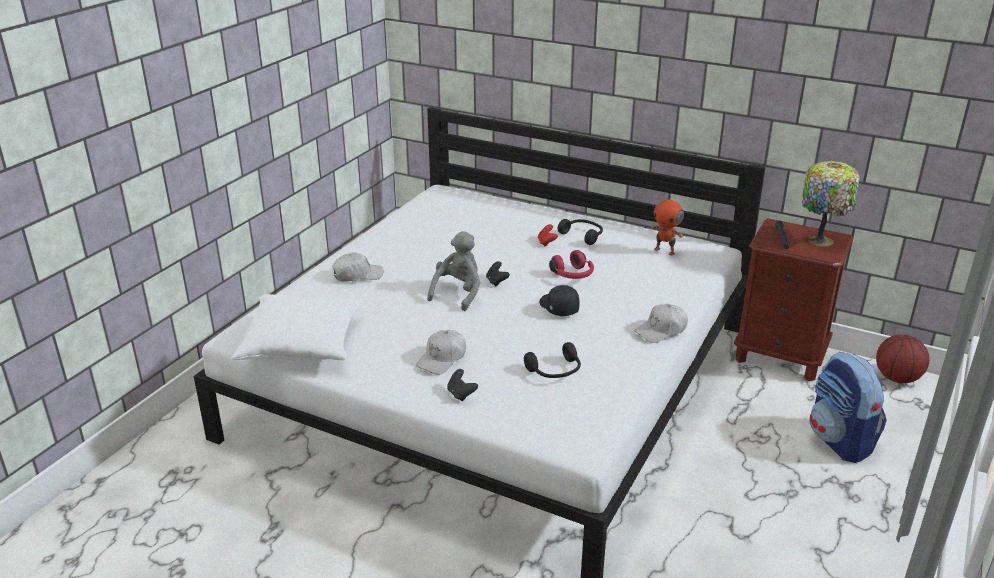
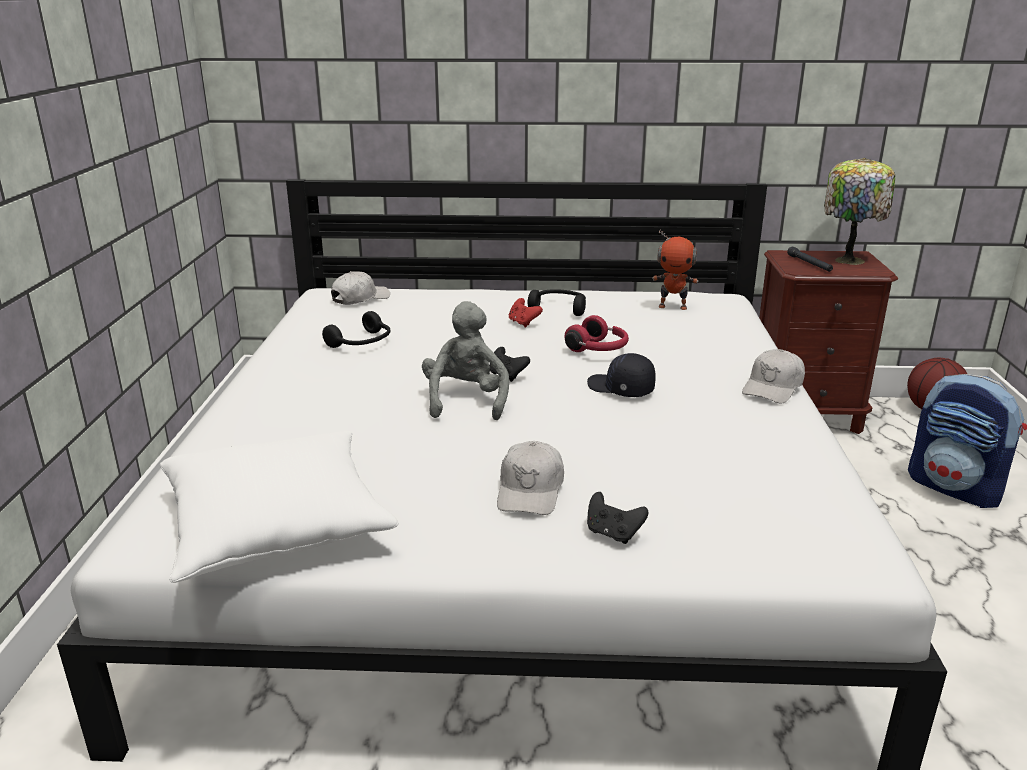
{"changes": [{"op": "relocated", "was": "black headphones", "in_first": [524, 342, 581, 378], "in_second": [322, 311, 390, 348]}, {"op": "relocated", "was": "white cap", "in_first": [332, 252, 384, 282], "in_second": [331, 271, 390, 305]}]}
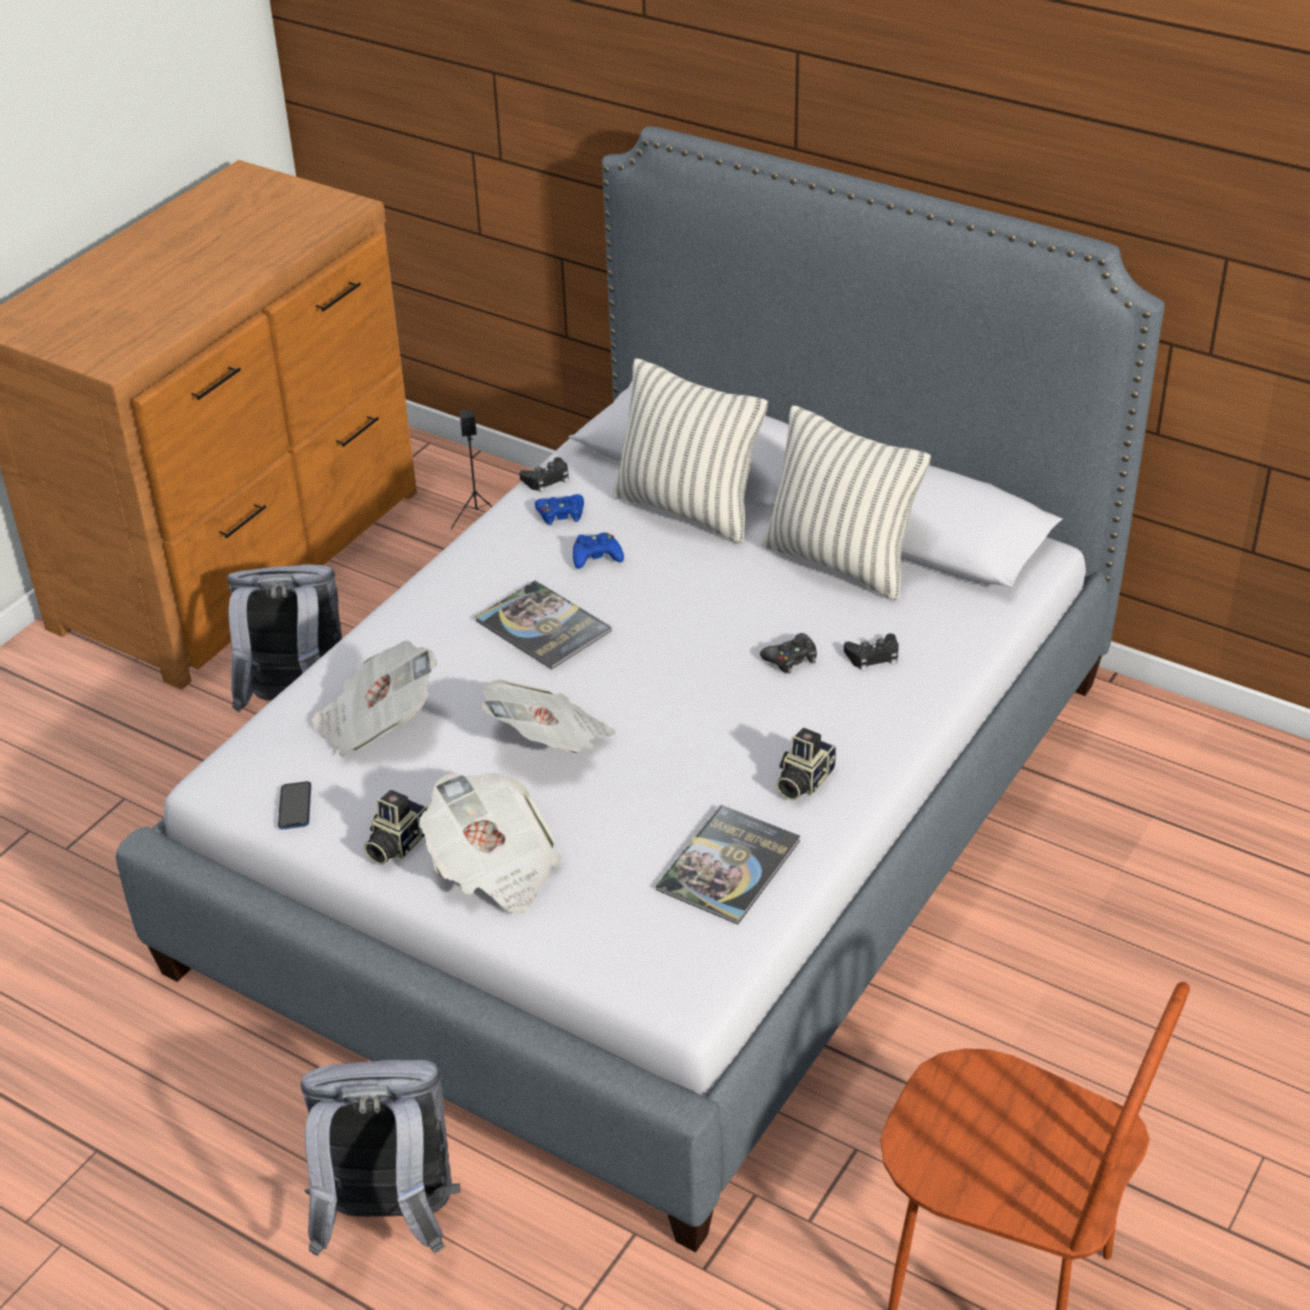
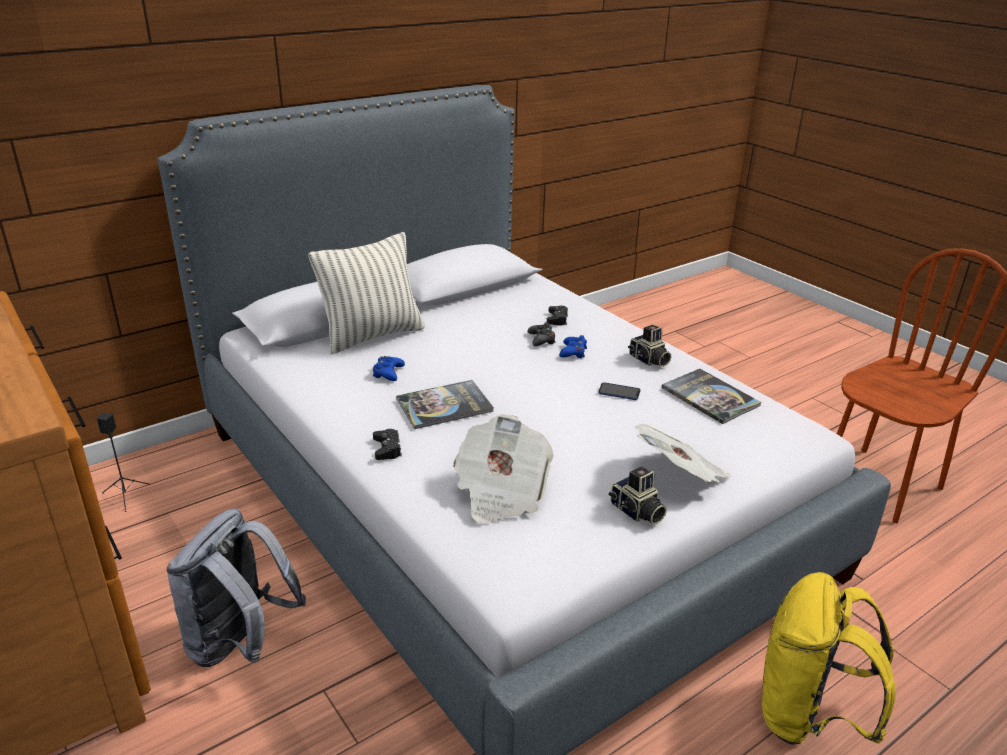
{"changes": [{"op": "relocated", "was": "black game controller", "in_first": [519, 457, 569, 492], "in_second": [373, 429, 402, 460]}, {"op": "relocated", "was": "blue game controller", "in_first": [535, 494, 584, 525], "in_second": [559, 335, 587, 358]}, {"op": "relocated", "was": "phone", "in_first": [278, 781, 311, 830], "in_second": [598, 382, 640, 400]}, {"op": "colour", "was": "grey backpack", "now": "yellow backpack", "in_first": [301, 1060, 460, 1257], "in_second": [762, 572, 896, 745]}, {"op": "missing", "was": "newspaper", "in_first": [480, 680, 615, 753]}, {"op": "missing", "was": "pillow", "in_first": [762, 405, 931, 601]}]}
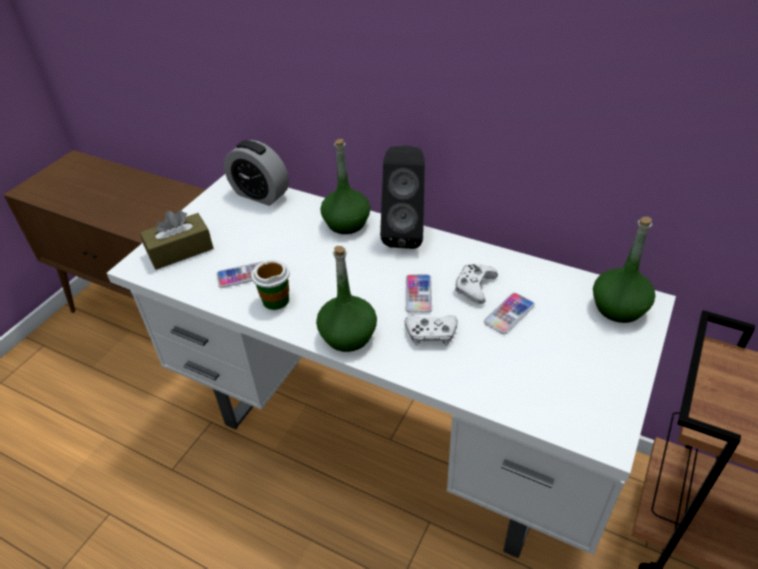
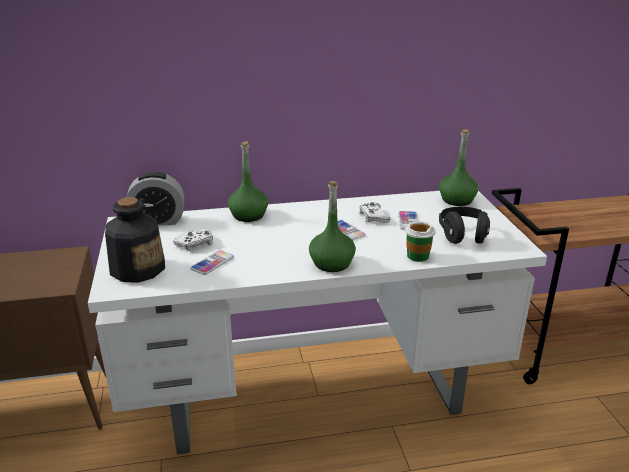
{"changes": [{"op": "exchanged", "was": "brown tissue box", "now": "bottle", "in_first": [140, 210, 214, 270], "in_second": [105, 197, 165, 283]}, {"op": "relocated", "was": "white game controller", "in_first": [405, 315, 458, 346], "in_second": [173, 229, 213, 251]}, {"op": "relocated", "was": "cup", "in_first": [251, 260, 290, 310], "in_second": [405, 221, 436, 262]}, {"op": "appeared", "now": "black headphones", "in_second": [439, 207, 490, 244]}, {"op": "missing", "was": "black speaker", "in_first": [380, 146, 425, 249]}]}
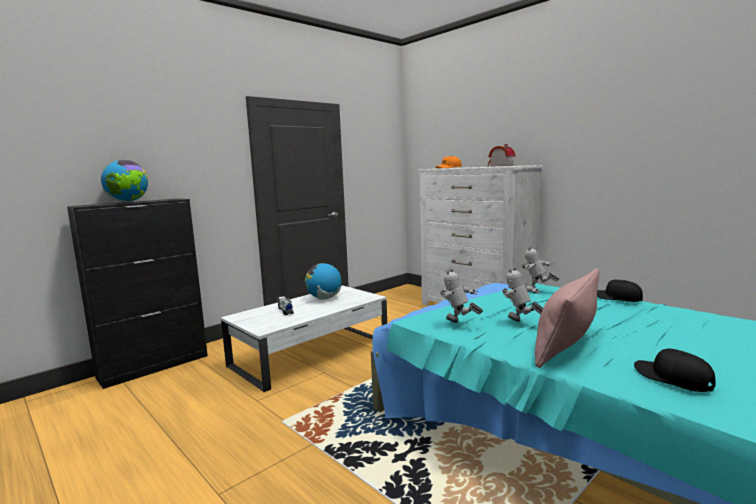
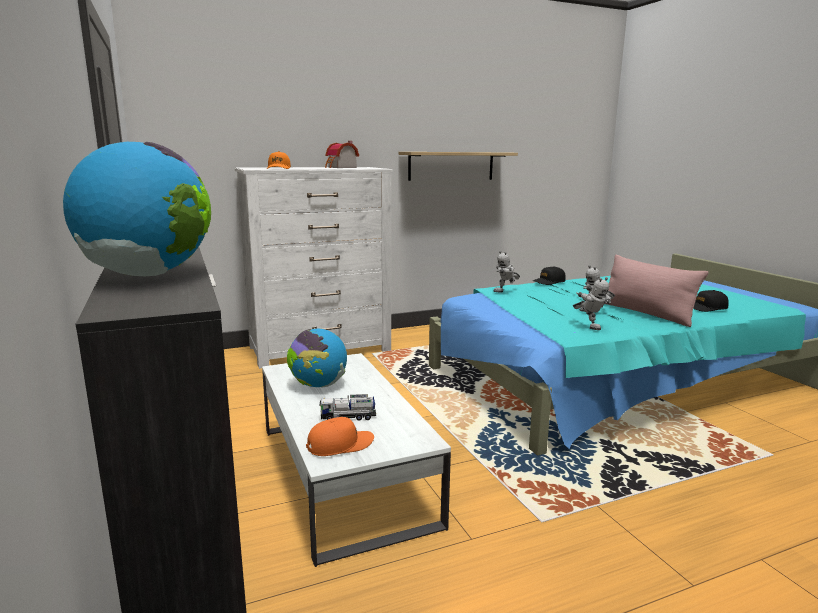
{"changes": [{"op": "appeared", "now": "orange cap", "in_second": [306, 417, 374, 456]}, {"op": "appeared", "now": "shelf", "in_second": [399, 152, 518, 181]}, {"op": "spun", "was": "toy robot", "in_first": [440, 269, 483, 323], "in_second": [573, 277, 611, 330], "clockwise": -90}]}
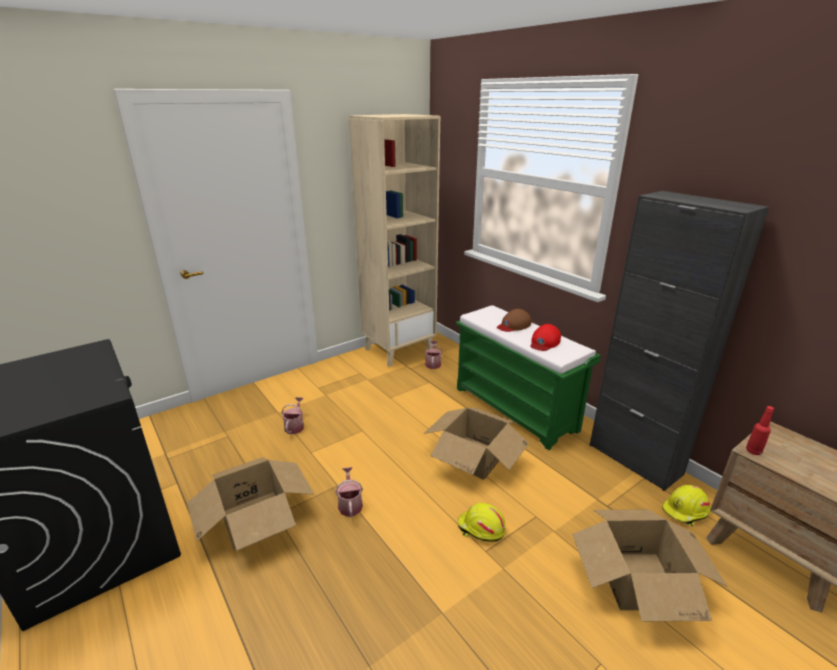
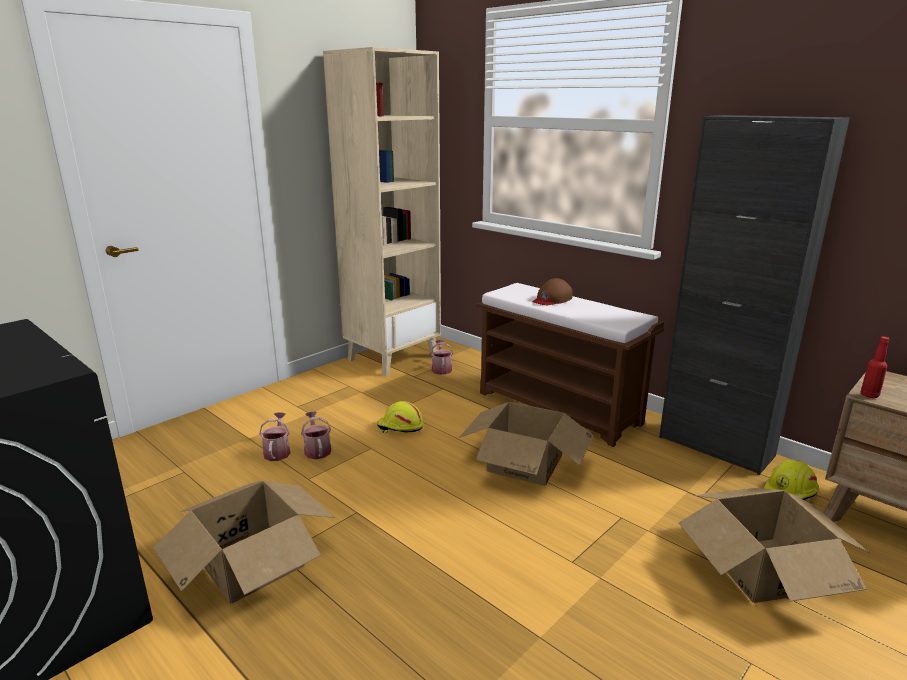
{"changes": [{"op": "relocated", "was": "watering can", "in_first": [335, 467, 363, 517], "in_second": [301, 411, 331, 459]}, {"op": "relocated", "was": "yellow hard hat", "in_first": [458, 503, 506, 542], "in_second": [377, 401, 423, 433]}, {"op": "colour", "was": "green bench", "now": "brown bench", "in_first": [456, 305, 601, 450], "in_second": [476, 283, 664, 447]}, {"op": "missing", "was": "red cap", "in_first": [530, 324, 561, 351]}]}
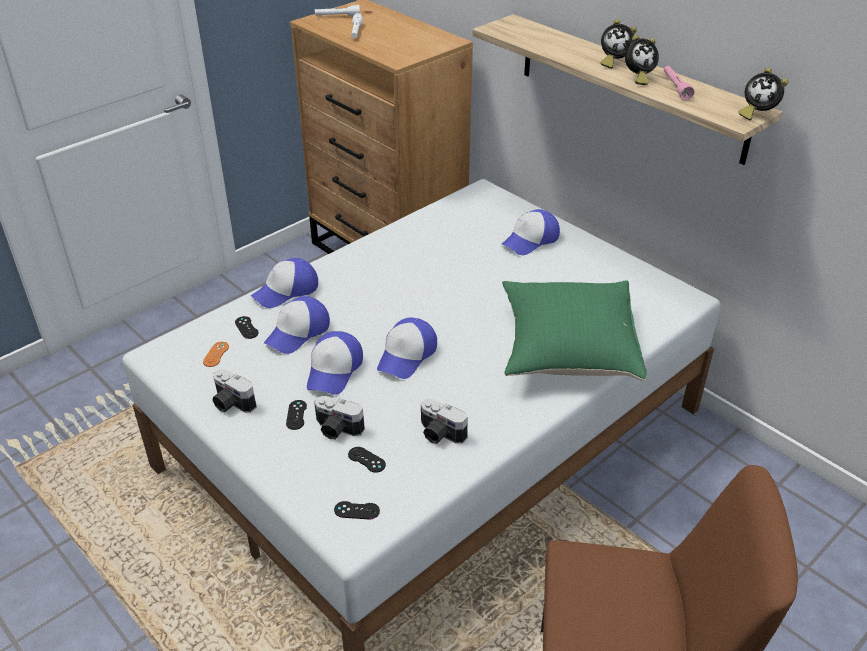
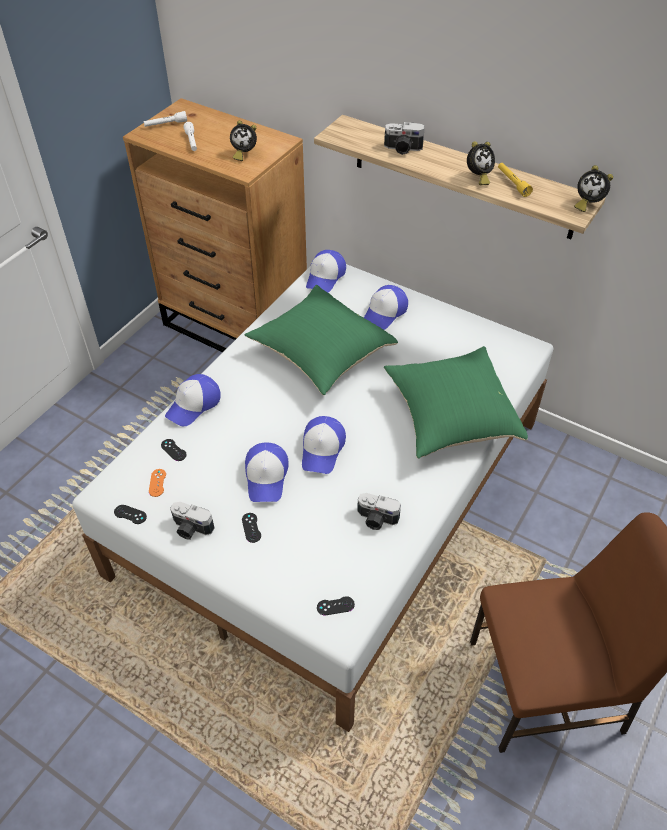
{"changes": [{"op": "relocated", "was": "black game controller", "in_first": [348, 447, 386, 473], "in_second": [114, 505, 147, 524]}, {"op": "relocated", "was": "alarm clock", "in_first": [600, 19, 637, 69], "in_second": [230, 120, 257, 161]}, {"op": "appeared", "now": "green pillow", "in_second": [245, 285, 398, 395]}, {"op": "relocated", "was": "cap", "in_first": [264, 296, 330, 354], "in_second": [306, 250, 346, 292]}, {"op": "relocated", "was": "photo camera", "in_first": [314, 396, 365, 439], "in_second": [384, 122, 425, 155]}, {"op": "colour", "was": "pink flashlight", "now": "yellow flashlight", "in_first": [664, 66, 694, 100], "in_second": [498, 163, 533, 197]}]}
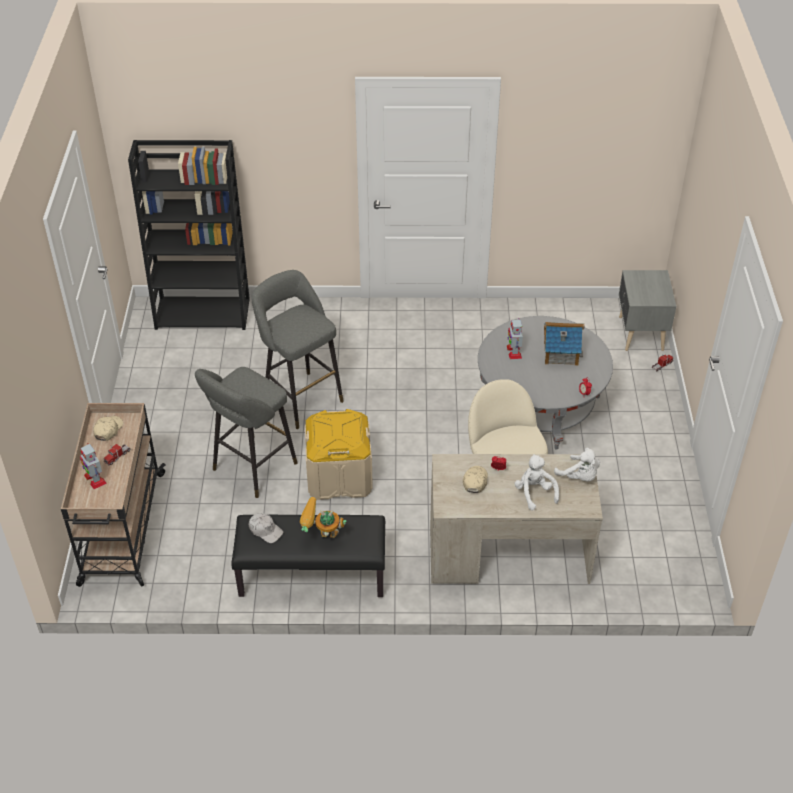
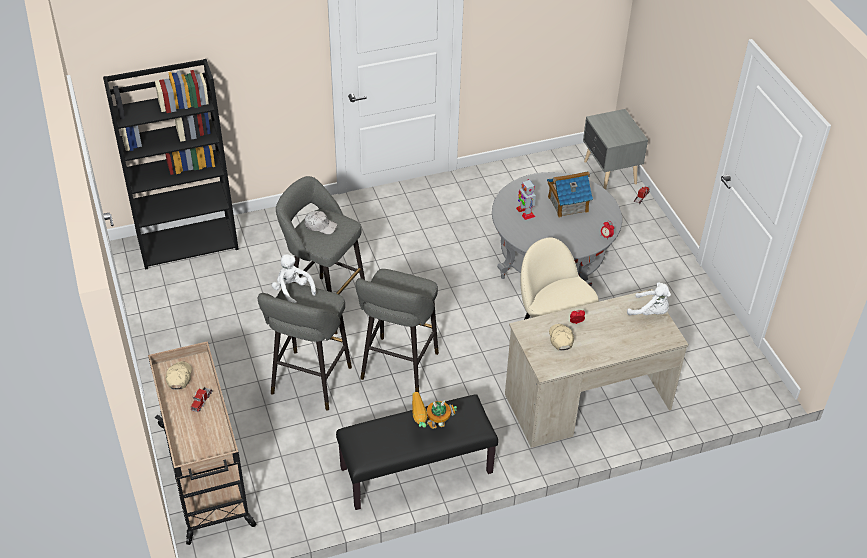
{"changes": [{"op": "relocated", "was": "white plush toy", "in_first": [514, 454, 559, 511], "in_second": [272, 254, 316, 303]}, {"op": "relocated", "was": "white cap", "in_first": [249, 513, 283, 543], "in_second": [304, 211, 337, 234]}, {"op": "exchanged", "was": "beige storage box", "now": "grey stool", "in_first": [305, 409, 373, 500], "in_second": [355, 269, 439, 392]}, {"op": "missing", "was": "toy robot", "in_first": [80, 443, 107, 489]}]}
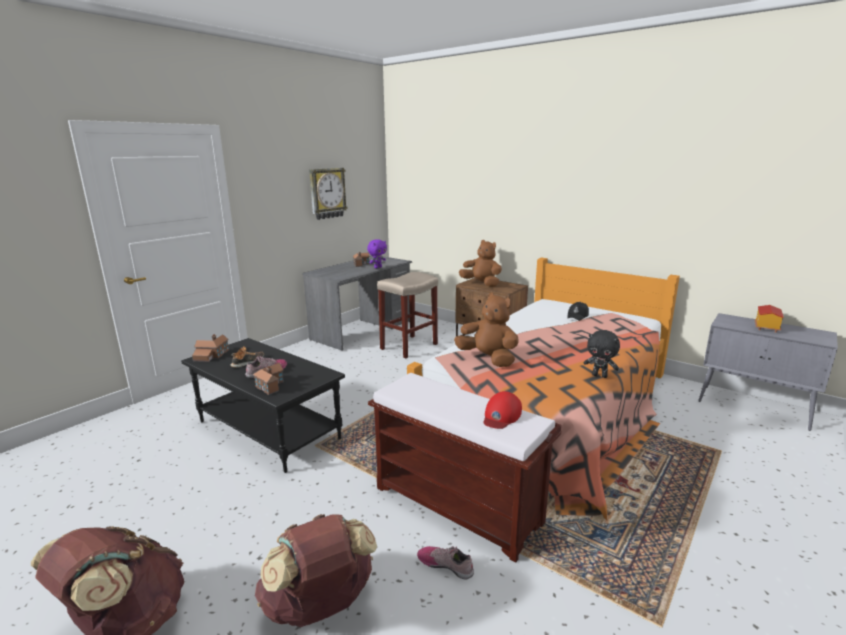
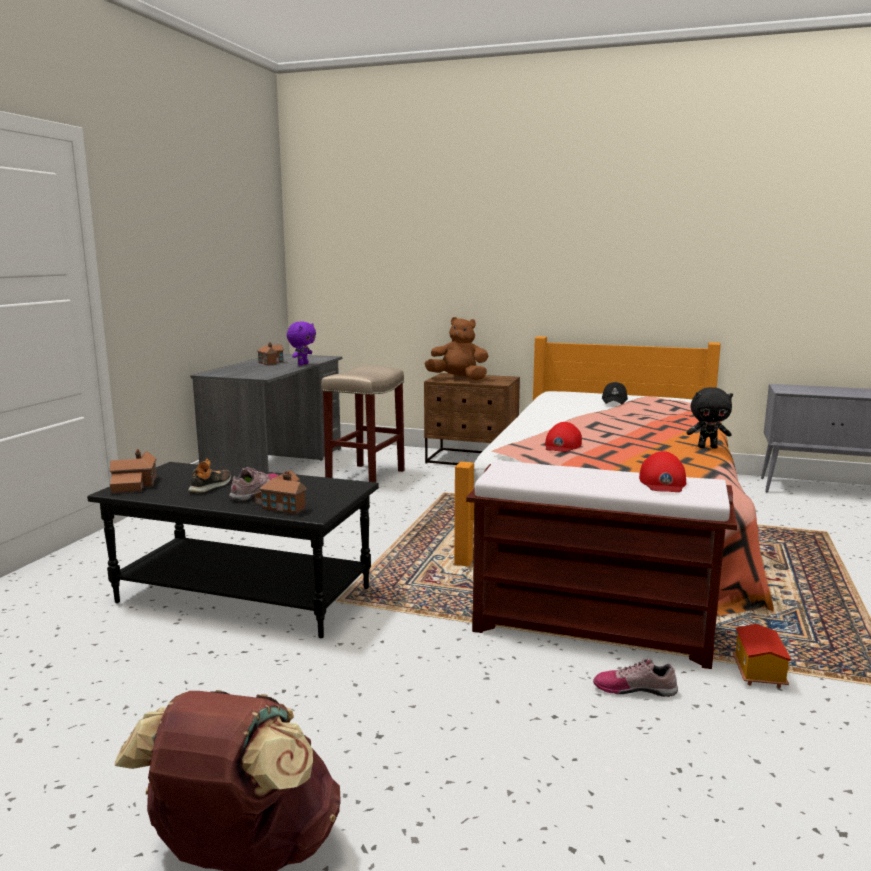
{"changes": [{"op": "exchanged", "was": "brown plush toy", "now": "red cap", "in_first": [454, 293, 519, 367], "in_second": [545, 422, 582, 452]}, {"op": "relocated", "was": "toy house", "in_first": [754, 305, 784, 333], "in_second": [733, 624, 792, 688]}, {"op": "missing", "was": "brown backpack", "in_first": [255, 514, 377, 627]}, {"op": "missing", "was": "wall clock", "in_first": [309, 168, 348, 220]}]}
